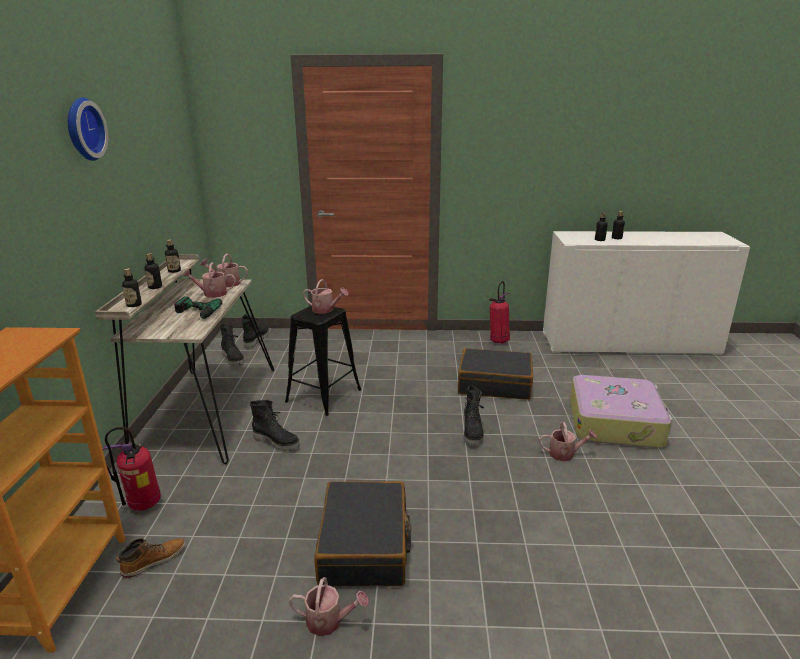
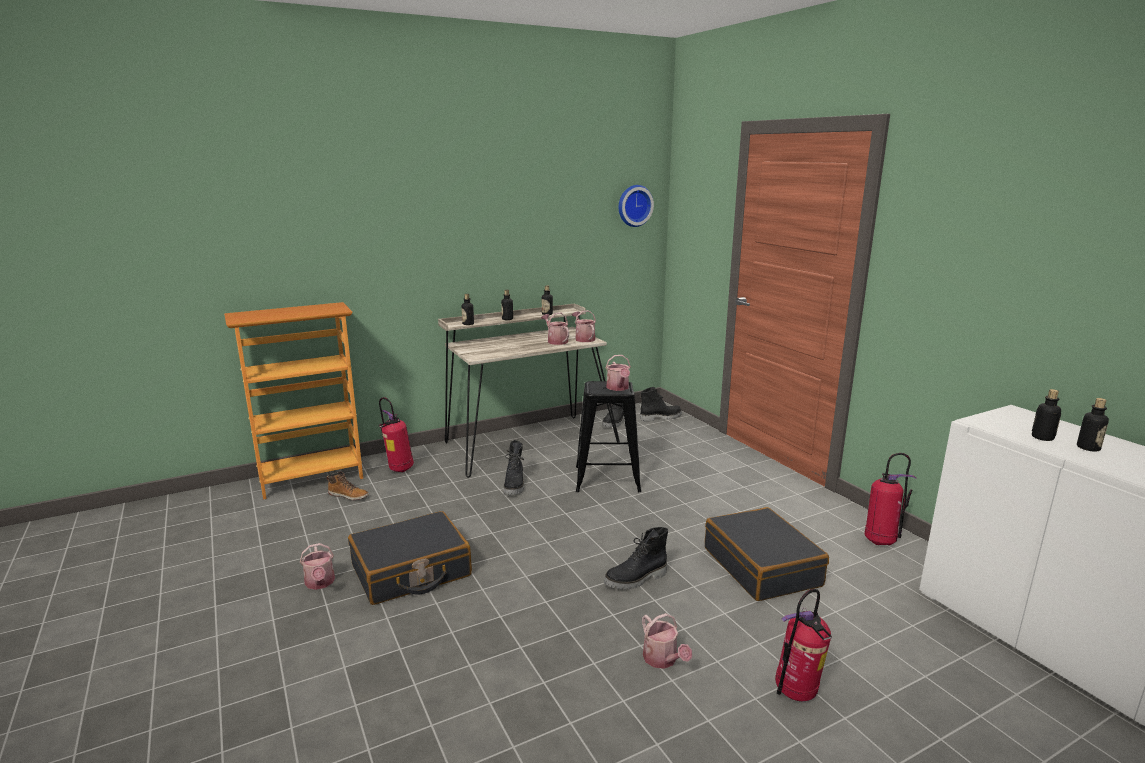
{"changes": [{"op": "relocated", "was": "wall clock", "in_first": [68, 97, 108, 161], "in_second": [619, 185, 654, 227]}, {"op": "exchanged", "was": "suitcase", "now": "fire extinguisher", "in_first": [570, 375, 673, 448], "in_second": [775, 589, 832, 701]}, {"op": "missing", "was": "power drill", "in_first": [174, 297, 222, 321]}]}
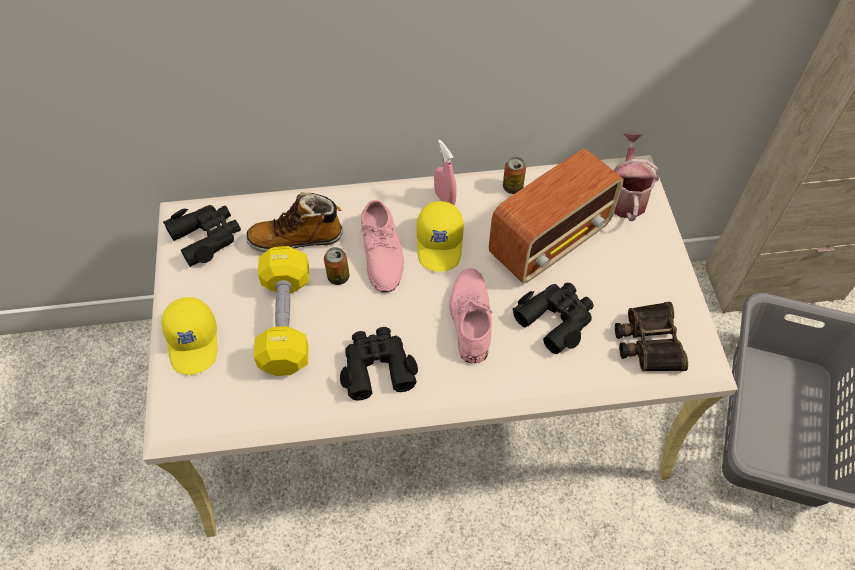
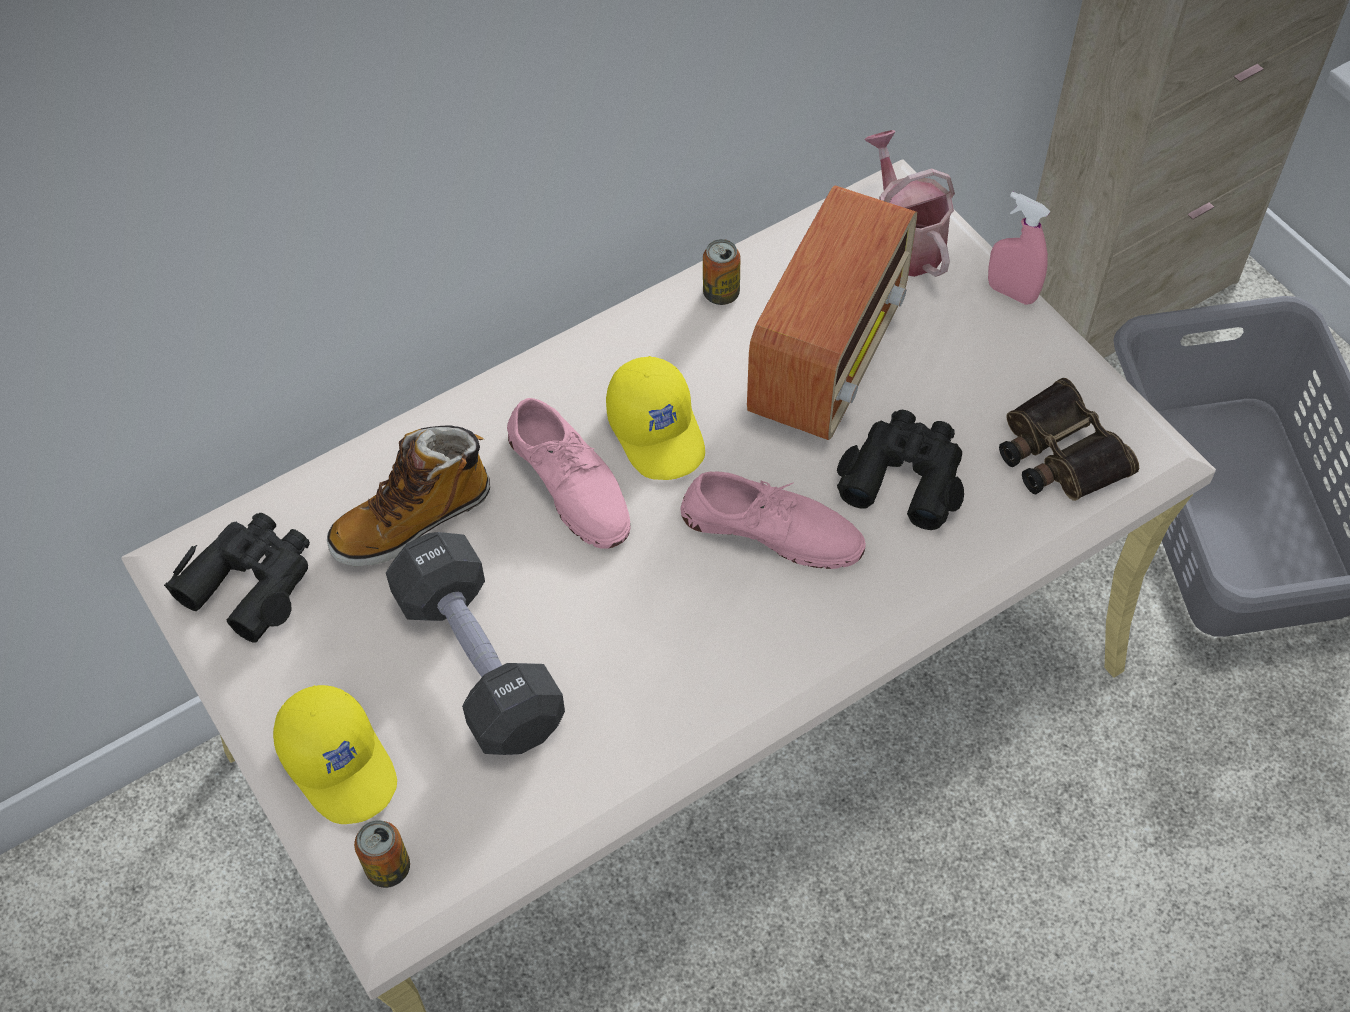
{"changes": [{"op": "relocated", "was": "can", "in_first": [324, 247, 350, 285], "in_second": [354, 820, 410, 888]}, {"op": "colour", "was": "yellow dumbbell", "now": "black dumbbell", "in_first": [254, 246, 309, 376], "in_second": [386, 532, 565, 755]}, {"op": "spun", "was": "pink shoe", "in_first": [449, 268, 492, 363], "in_second": [681, 472, 866, 569], "clockwise": 135}, {"op": "relocated", "was": "pink spray bottle", "in_first": [434, 140, 456, 206], "in_second": [988, 191, 1050, 305]}, {"op": "missing", "was": "black binoculars", "in_first": [340, 327, 418, 401]}]}
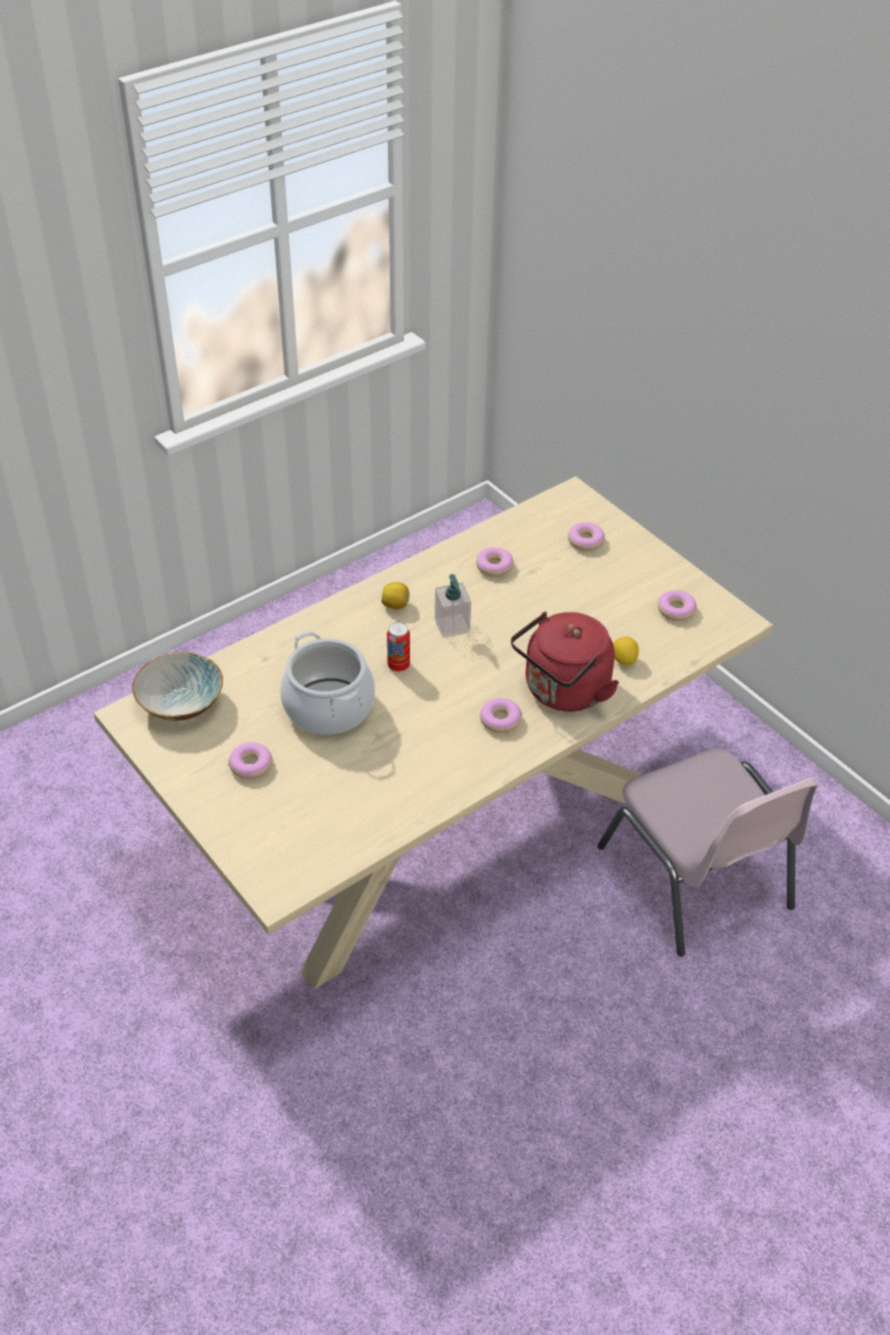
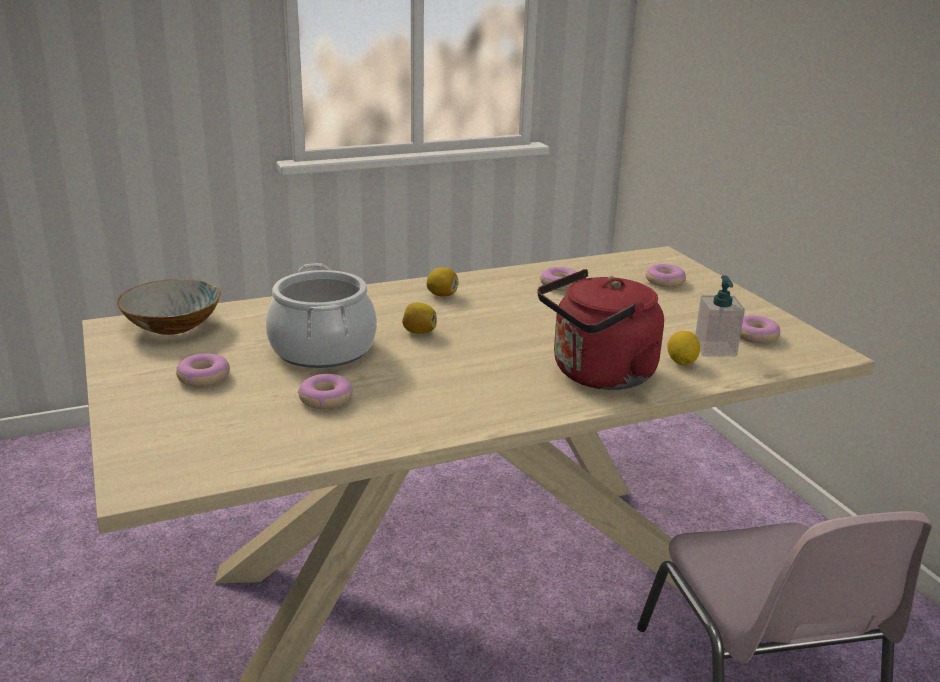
{"changes": [{"op": "relocated", "was": "donut", "in_first": [480, 698, 522, 733], "in_second": [298, 374, 353, 409]}, {"op": "exchanged", "was": "can", "now": "lemon", "in_first": [387, 622, 410, 672], "in_second": [402, 302, 437, 334]}, {"op": "relocated", "was": "soap dispenser", "in_first": [435, 574, 471, 638], "in_second": [695, 275, 745, 357]}]}
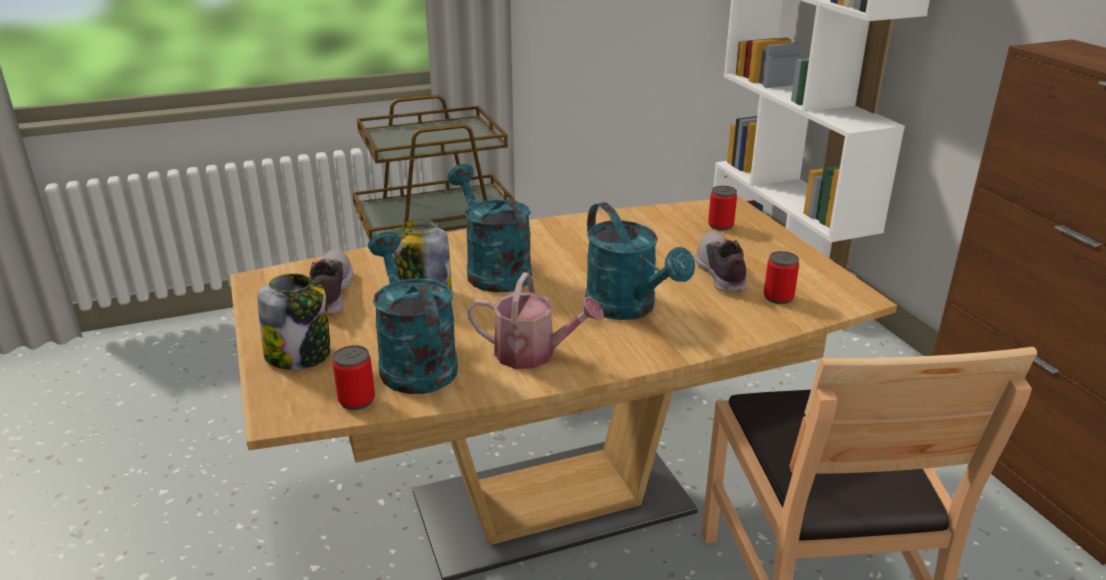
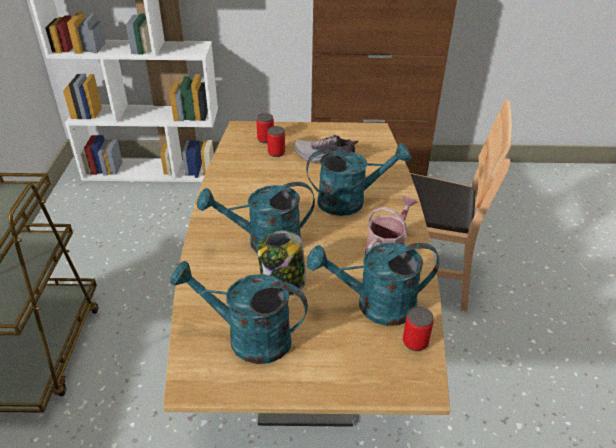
{"changes": [{"op": "exchanged", "was": "shoe", "now": "turquoise watering can", "in_first": [309, 249, 353, 314], "in_second": [170, 261, 308, 364]}, {"op": "relocated", "was": "can", "in_first": [764, 251, 799, 304], "in_second": [267, 126, 285, 157]}, {"op": "missing", "was": "jar", "in_first": [257, 273, 330, 370]}]}
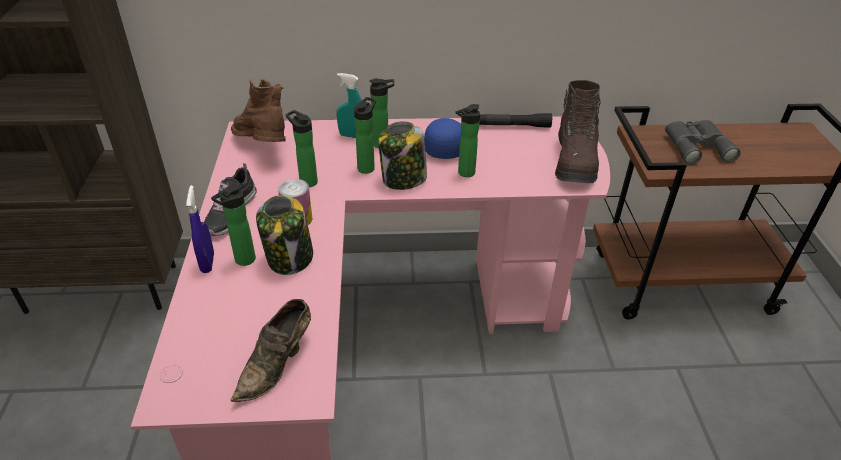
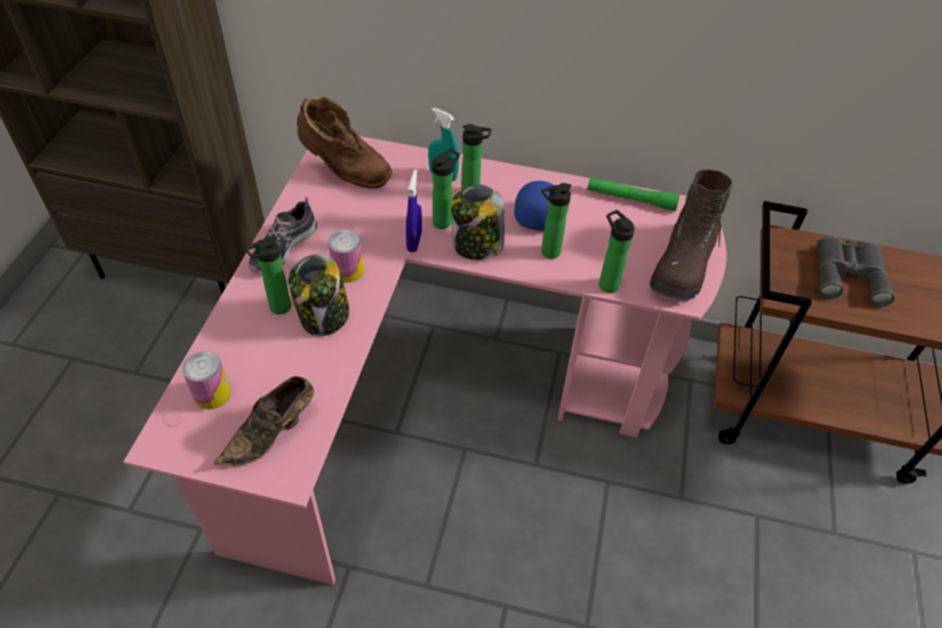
{"changes": [{"op": "appeared", "now": "can", "in_second": [182, 351, 231, 409]}, {"op": "spun", "was": "brown boot", "in_first": [231, 79, 285, 142], "in_second": [297, 96, 392, 188], "clockwise": 135}, {"op": "relocated", "was": "blue spray bottle", "in_first": [186, 185, 214, 273], "in_second": [406, 169, 422, 252]}, {"op": "colour", "was": "black flashlight", "now": "green flashlight", "in_first": [479, 113, 552, 128], "in_second": [587, 178, 680, 211]}, {"op": "relocated", "was": "bottle", "in_first": [286, 110, 318, 187], "in_second": [599, 210, 635, 293]}]}
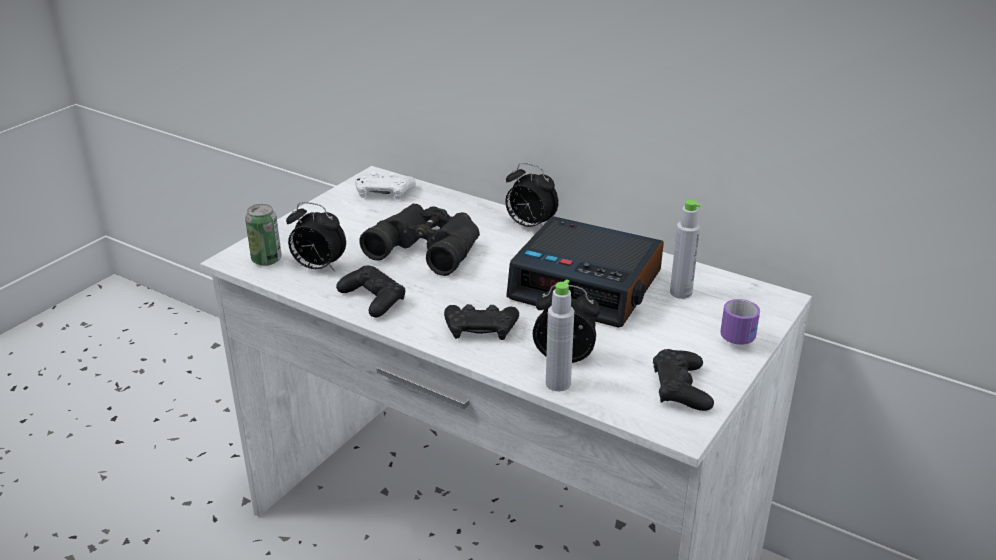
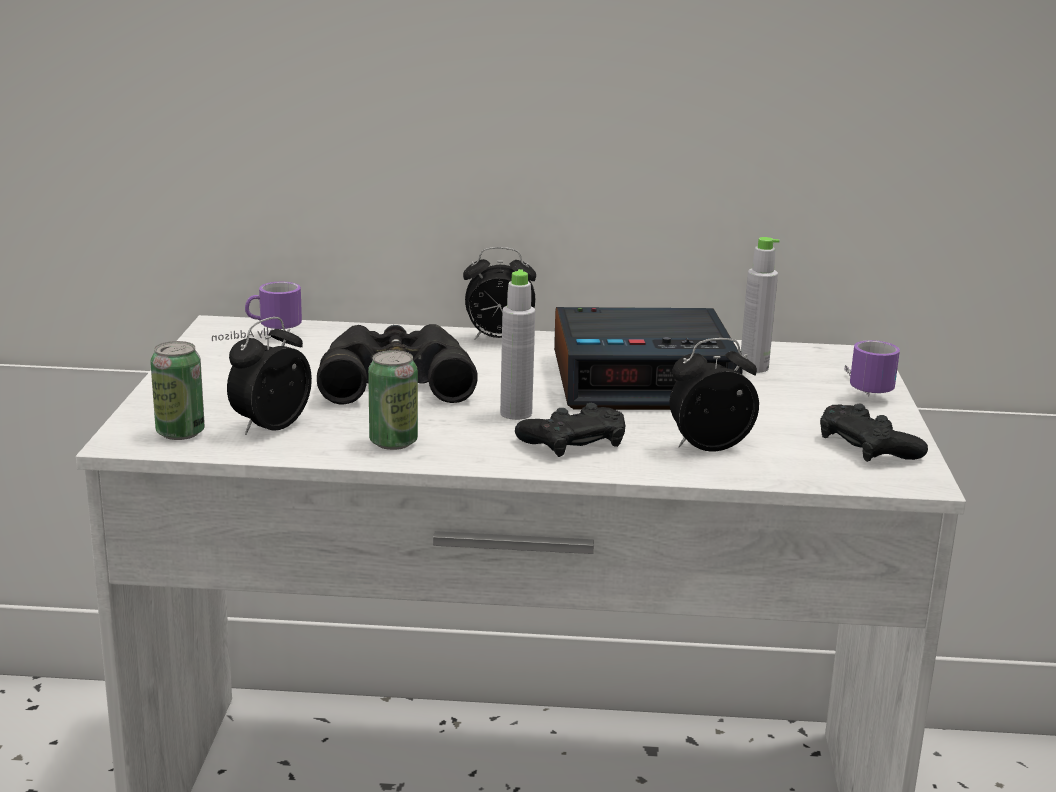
{"changes": [{"op": "exchanged", "was": "white game controller", "now": "mug", "in_first": [355, 171, 416, 200], "in_second": [212, 282, 302, 341]}, {"op": "spun", "was": "alarm clock", "in_first": [286, 202, 346, 272], "in_second": [227, 317, 312, 435], "clockwise": 135}, {"op": "exchanged", "was": "black game controller", "now": "can", "in_first": [336, 266, 405, 318], "in_second": [368, 350, 418, 450]}, {"op": "relocated", "was": "grey bottle", "in_first": [546, 279, 574, 391], "in_second": [500, 269, 535, 420]}]}
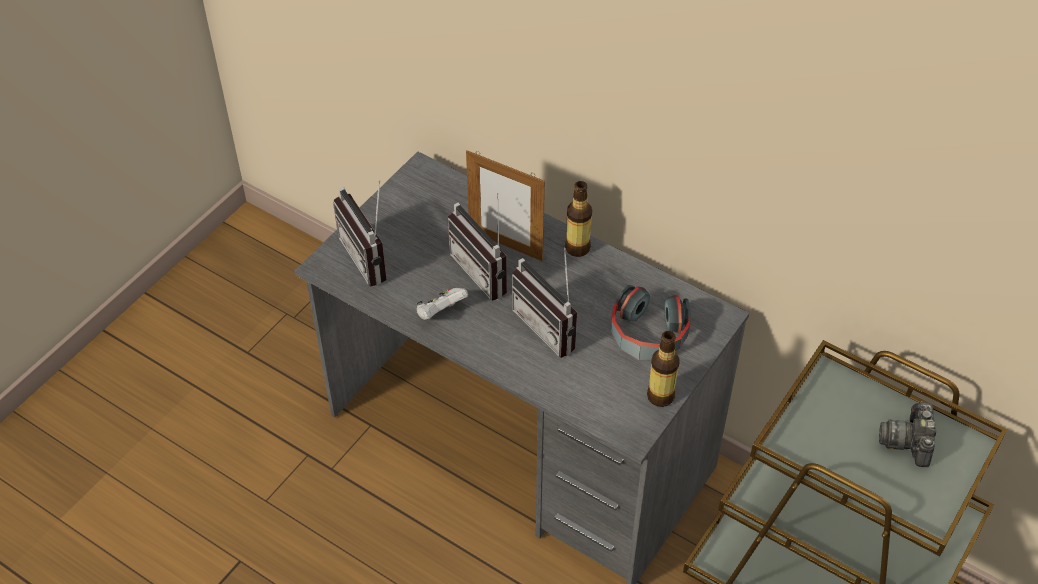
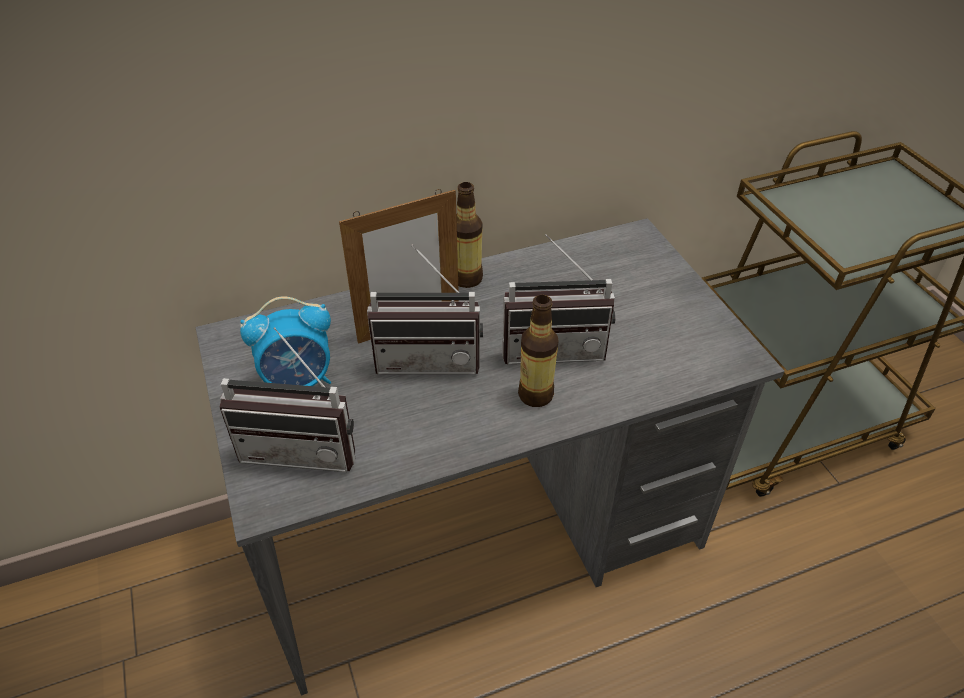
{"changes": [{"op": "appeared", "now": "alarm clock", "in_second": [240, 296, 331, 386]}, {"op": "relocated", "was": "bottle", "in_first": [647, 331, 679, 407], "in_second": [518, 295, 559, 407]}, {"op": "missing", "was": "white game controller", "in_first": [417, 288, 468, 320]}, {"op": "missing", "was": "headphones", "in_first": [611, 285, 691, 360]}, {"op": "missing", "was": "photo camera", "in_first": [879, 401, 936, 467]}]}
